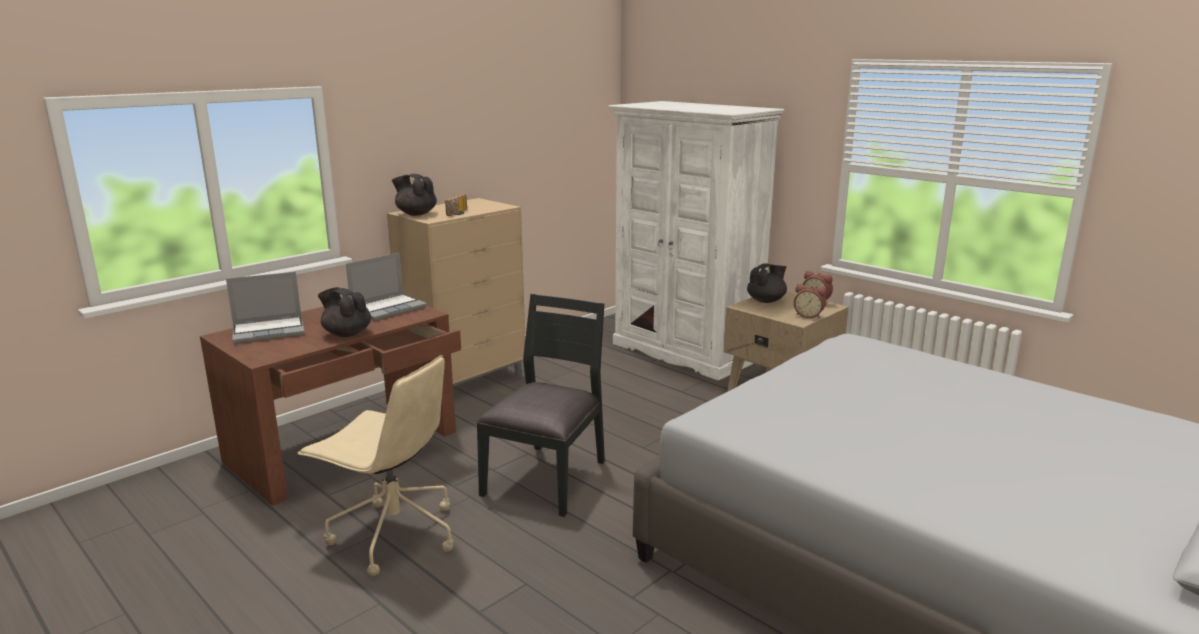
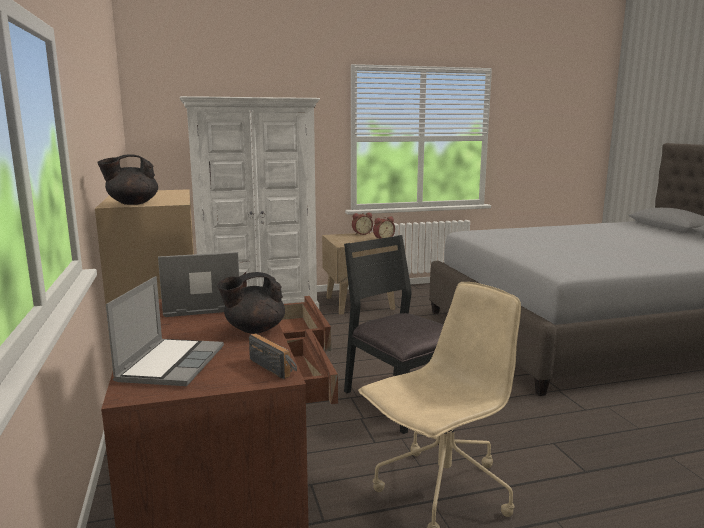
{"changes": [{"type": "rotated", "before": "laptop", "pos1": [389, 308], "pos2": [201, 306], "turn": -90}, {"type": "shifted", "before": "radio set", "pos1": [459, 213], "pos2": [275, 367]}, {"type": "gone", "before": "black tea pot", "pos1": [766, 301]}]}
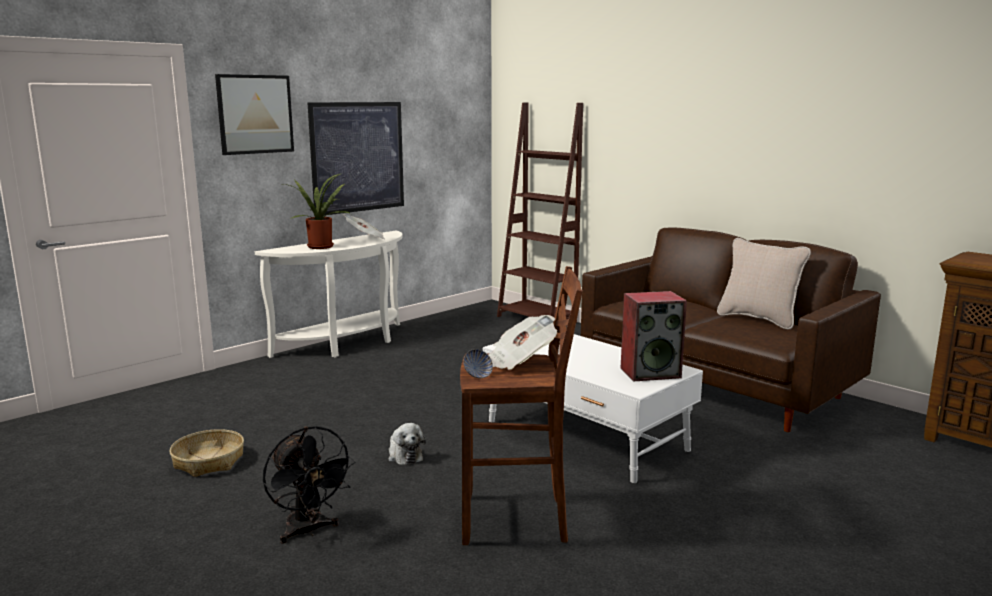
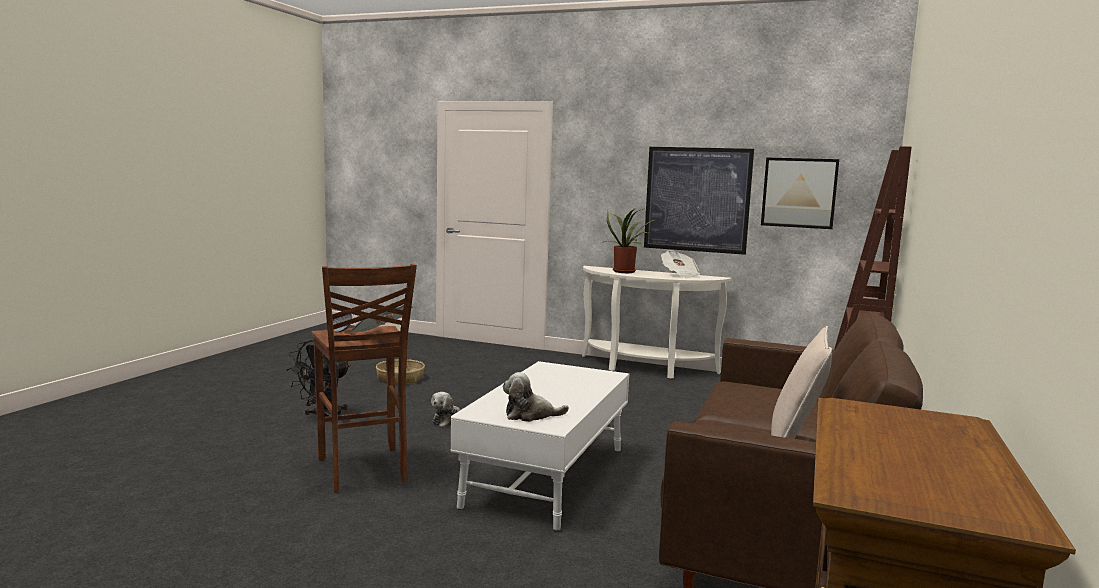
{"changes": [{"type": "swapped", "before": "speaker", "after": "cuddly toy", "pos1": [651, 372], "pos2": [530, 415]}, {"type": "shifted", "before": "wall art", "pos1": [255, 114], "pos2": [799, 193]}]}
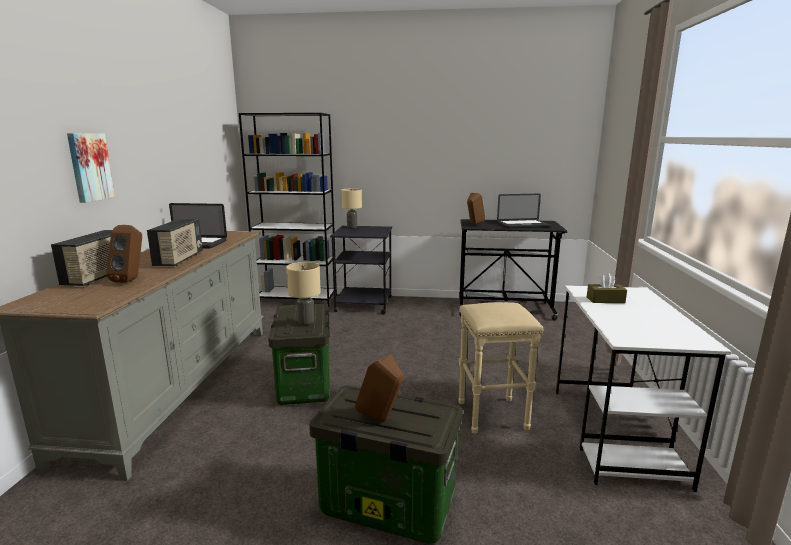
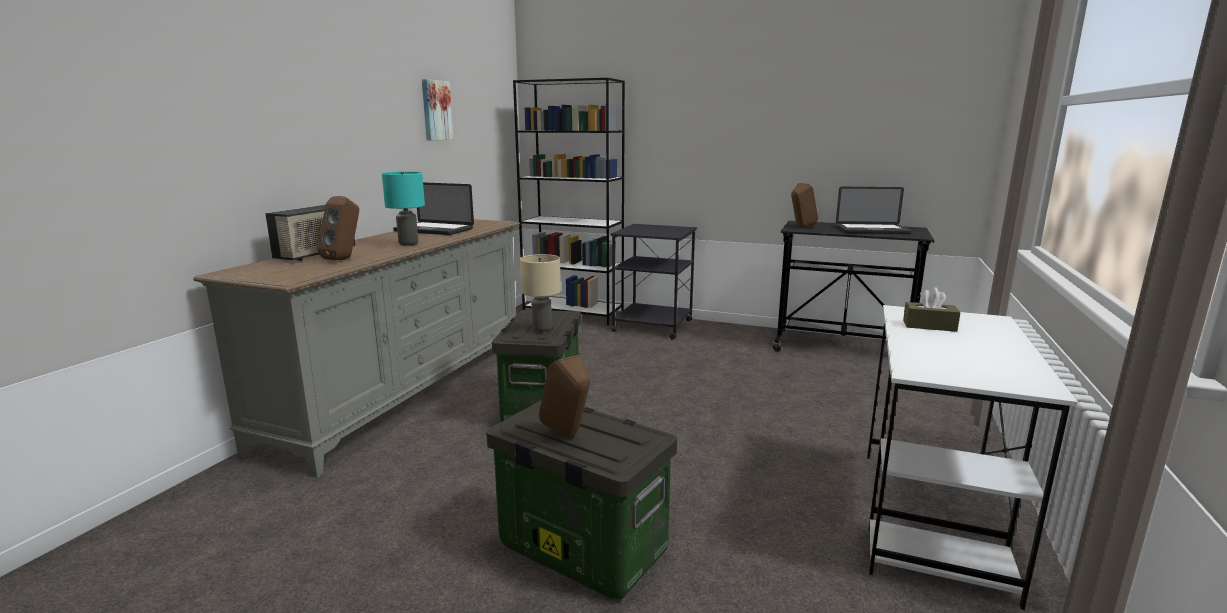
{"changes": [{"type": "swapped", "before": "radio set", "after": "turquoise lamp for a table", "pos1": [179, 260], "pos2": [408, 244]}, {"type": "shifted", "before": "wall art", "pos1": [89, 167], "pos2": [435, 110]}, {"type": "gone", "before": "beige lamp for a table", "pos1": [352, 227]}, {"type": "gone", "before": "beige sitting stool", "pos1": [490, 414]}]}
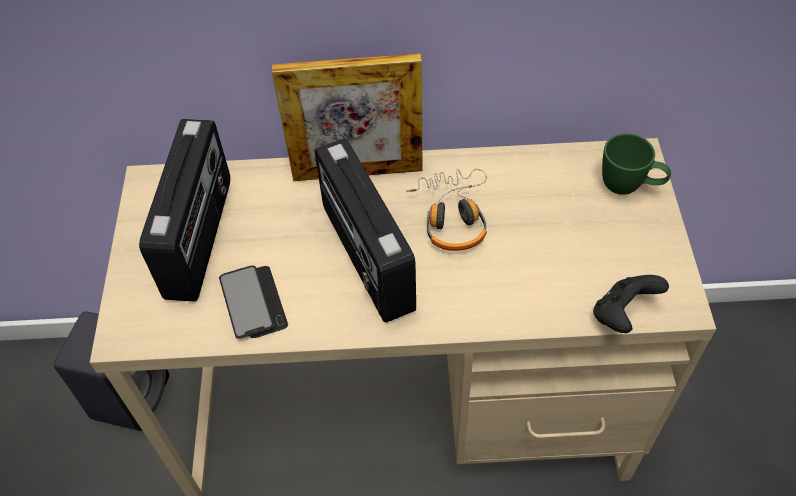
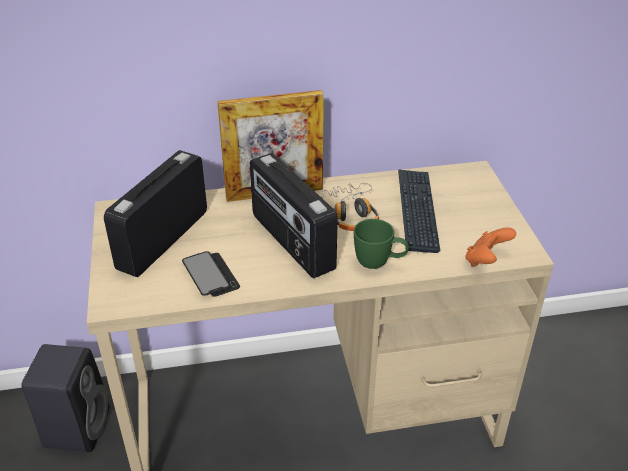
{"changes": [{"type": "rotated", "before": "radio set", "pos1": [201, 237], "pos2": [162, 239], "turn": -150}, {"type": "shifted", "before": "green-coloured tea mug", "pos1": [629, 187], "pos2": [379, 263]}, {"type": "new", "after": "PC keyboard", "pos2": [417, 210]}, {"type": "repainted", "before": "black game controller", "after": "orange game controller", "pos1": [622, 314], "pos2": [486, 260]}]}
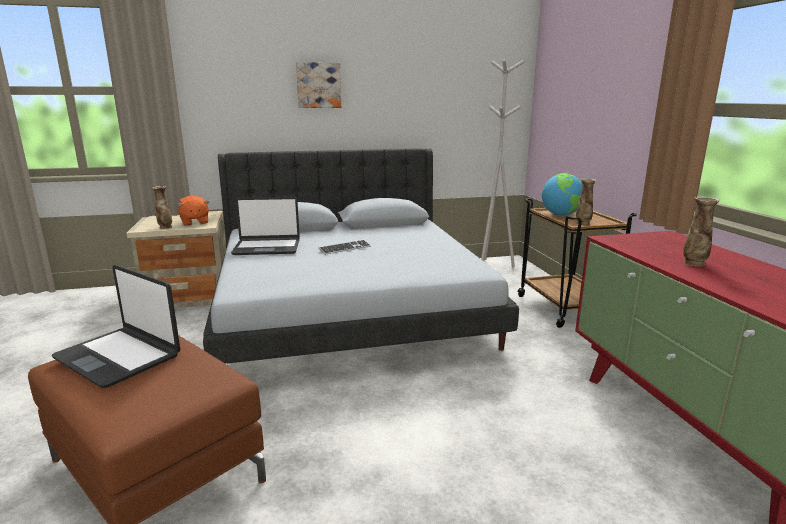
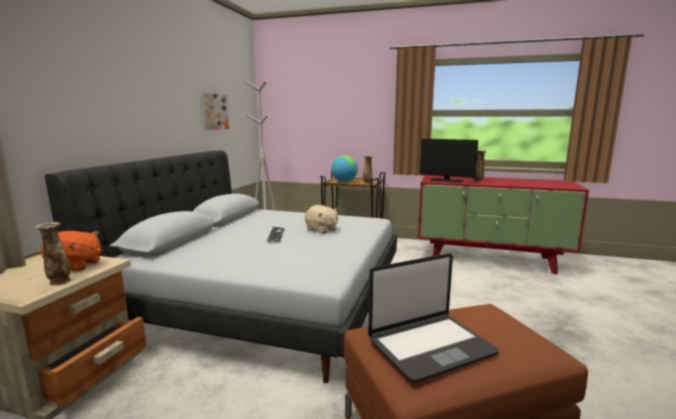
{"changes": [{"type": "shifted", "before": "wall art", "pos1": [318, 85], "pos2": [215, 111]}, {"type": "new", "after": "beige cuddly toy", "pos2": [321, 229]}, {"type": "new", "after": "monitor", "pos2": [446, 180]}, {"type": "gone", "before": "laptop", "pos1": [267, 248]}]}
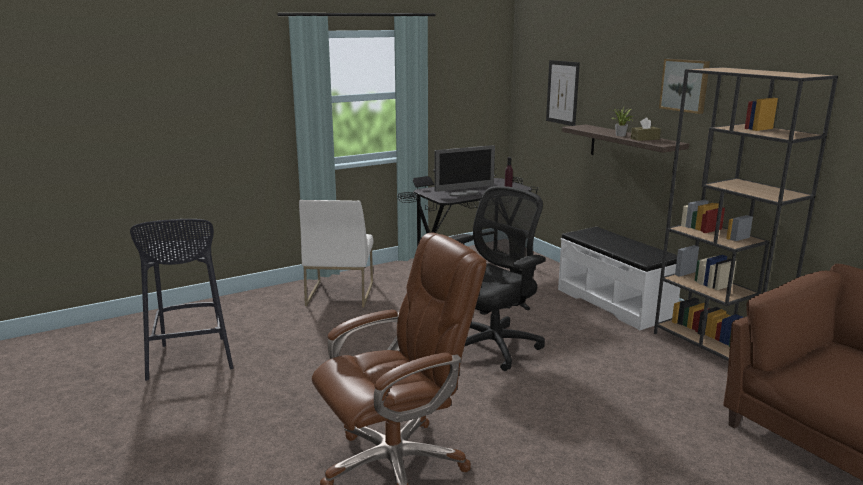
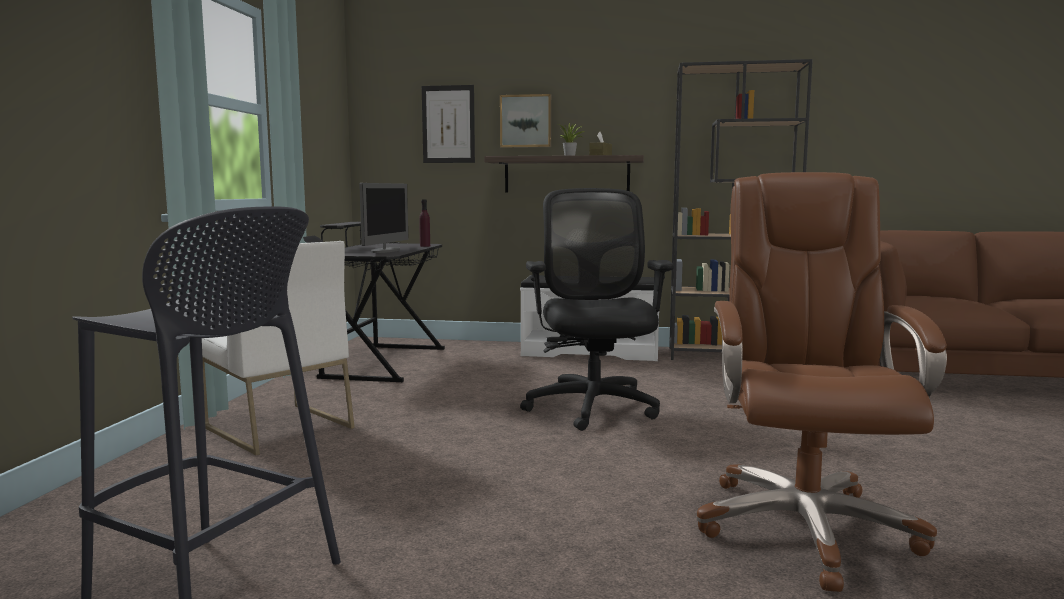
{"changes": [{"type": "shifted", "before": "wall art", "pos1": [685, 85], "pos2": [526, 121]}]}
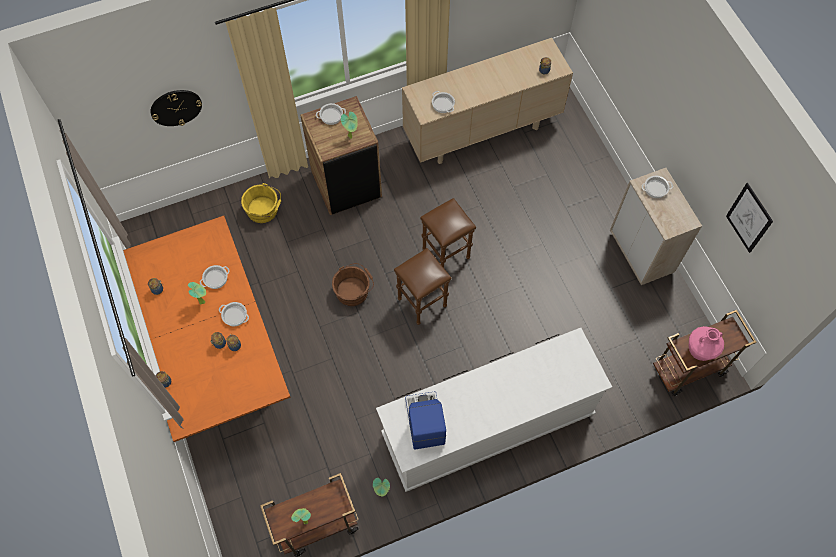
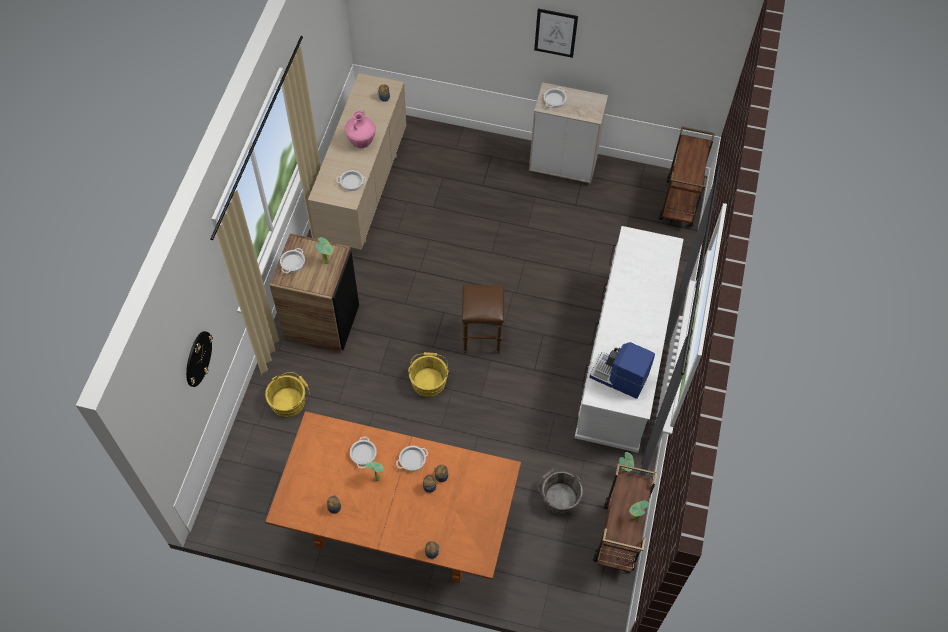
{"changes": [{"type": "shifted", "before": "pink decorative vase", "pos1": [699, 351], "pos2": [361, 142]}, {"type": "repainted", "before": "brown-coloured water bucket", "after": "yellowish water bucket", "pos1": [354, 290], "pos2": [428, 380]}, {"type": "shifted", "before": "wall art", "pos1": [749, 218], "pos2": [555, 33]}, {"type": "new", "after": "grey water bucket", "pos2": [559, 496]}, {"type": "gone", "before": "brown-coloured sitting stool", "pos1": [446, 252]}]}
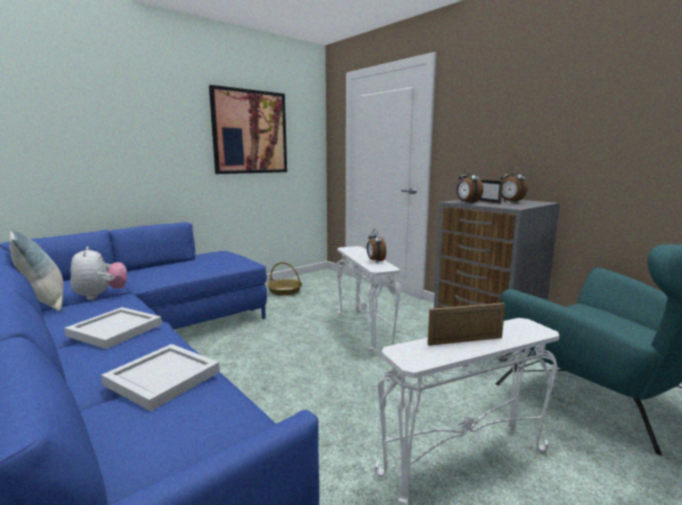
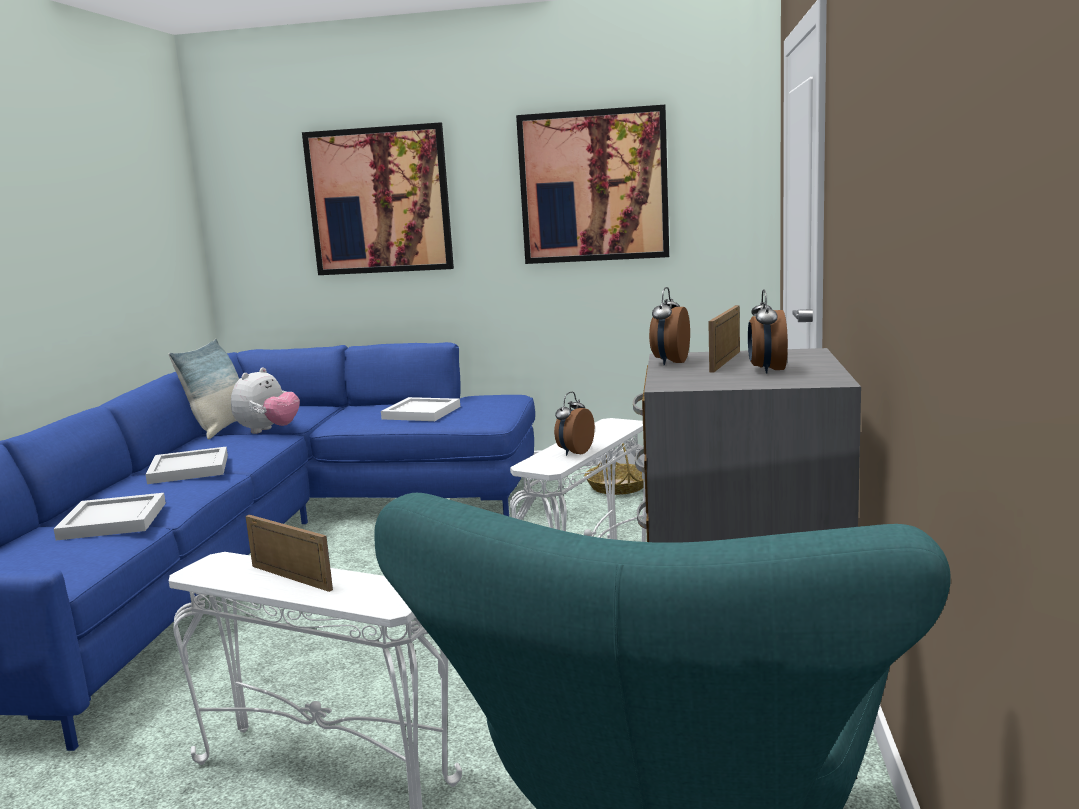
{"changes": [{"type": "new", "after": "wall art", "pos2": [379, 200]}, {"type": "new", "after": "whitish tray", "pos2": [420, 413]}]}
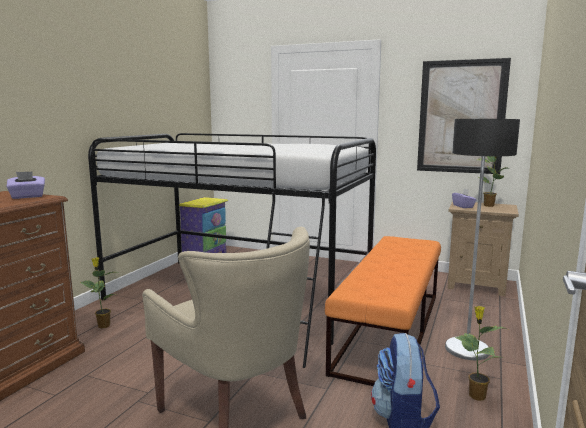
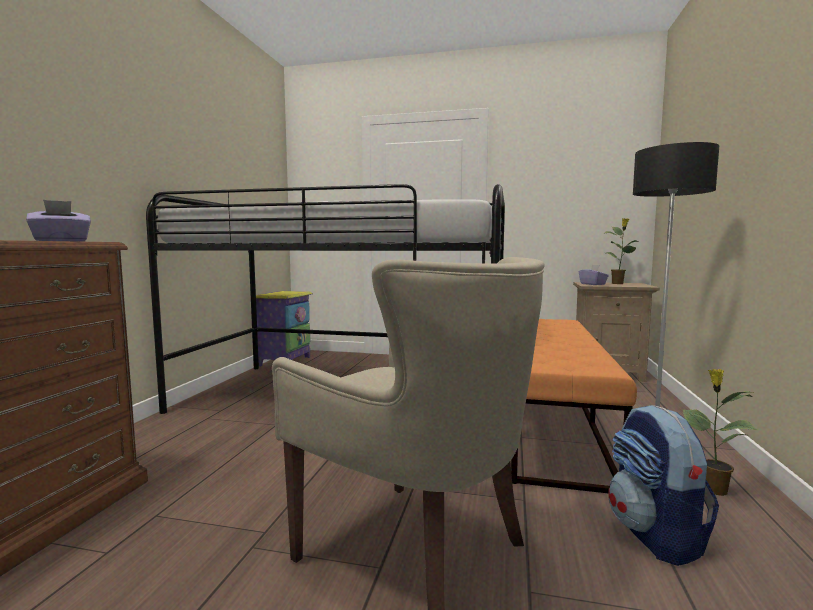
{"changes": [{"type": "gone", "before": "plant in a pot", "pos1": [103, 325]}, {"type": "gone", "before": "wall art", "pos1": [461, 117]}]}
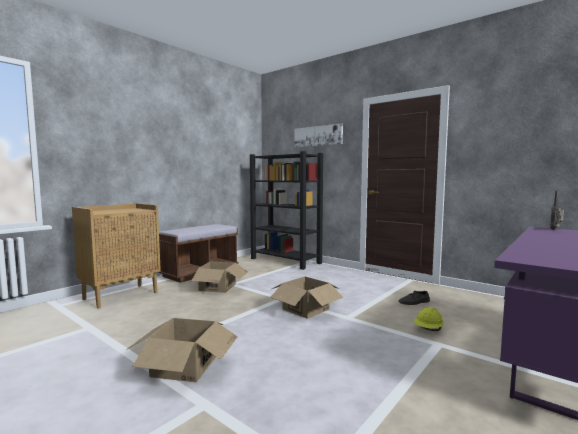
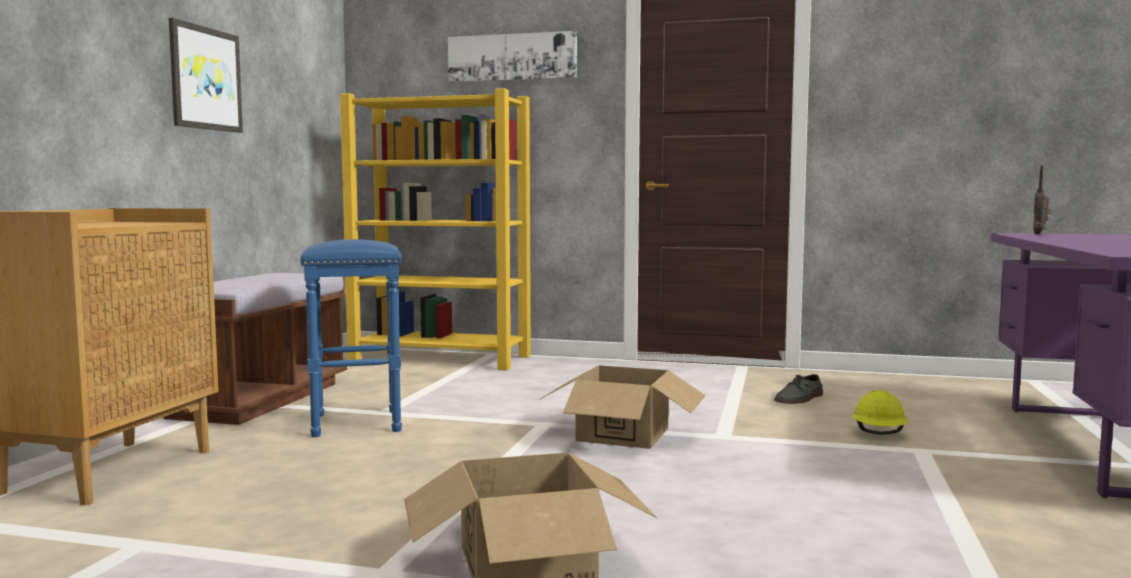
{"changes": [{"type": "new", "after": "wall art", "pos2": [205, 78]}, {"type": "swapped", "before": "carton", "after": "blue sitting stool", "pos1": [217, 287], "pos2": [358, 422]}, {"type": "repainted", "before": "black shelving unit", "after": "yellowish shelving unit", "pos1": [285, 261], "pos2": [441, 358]}]}
